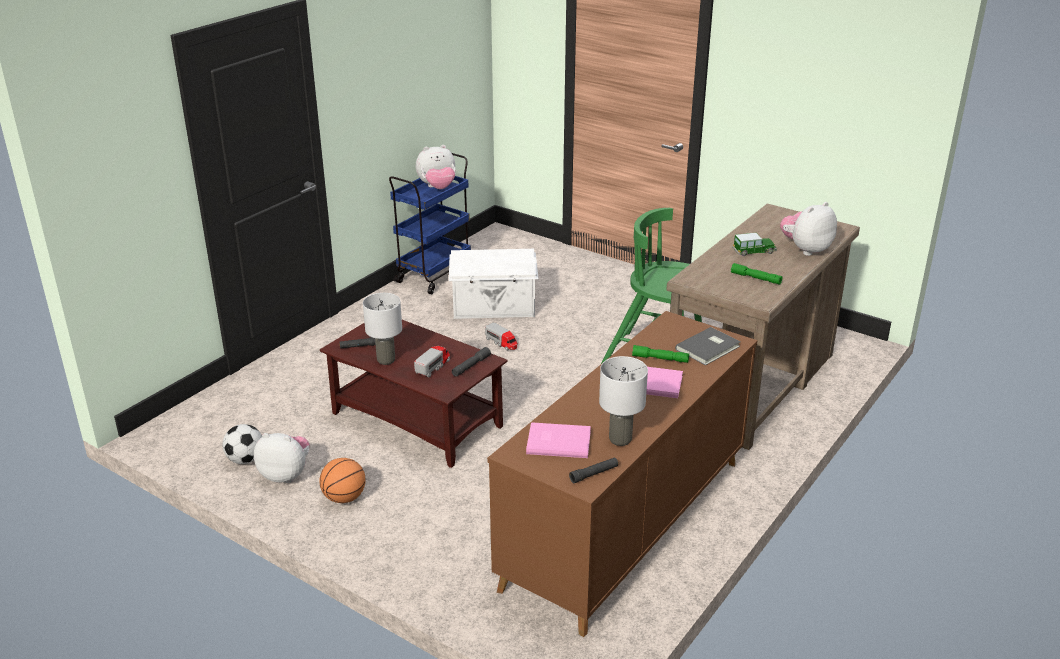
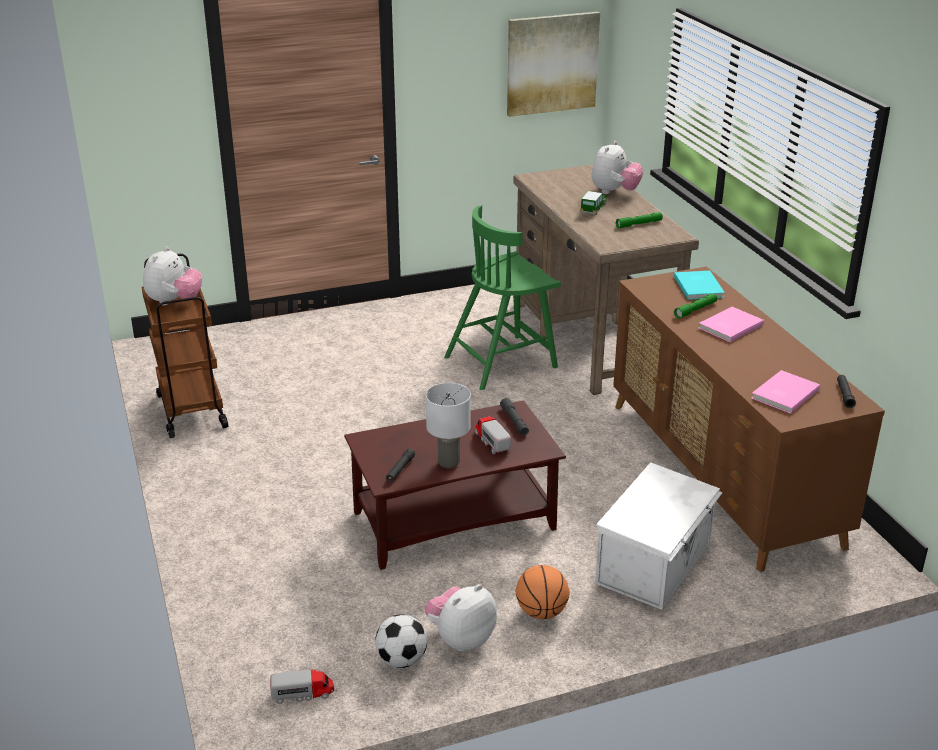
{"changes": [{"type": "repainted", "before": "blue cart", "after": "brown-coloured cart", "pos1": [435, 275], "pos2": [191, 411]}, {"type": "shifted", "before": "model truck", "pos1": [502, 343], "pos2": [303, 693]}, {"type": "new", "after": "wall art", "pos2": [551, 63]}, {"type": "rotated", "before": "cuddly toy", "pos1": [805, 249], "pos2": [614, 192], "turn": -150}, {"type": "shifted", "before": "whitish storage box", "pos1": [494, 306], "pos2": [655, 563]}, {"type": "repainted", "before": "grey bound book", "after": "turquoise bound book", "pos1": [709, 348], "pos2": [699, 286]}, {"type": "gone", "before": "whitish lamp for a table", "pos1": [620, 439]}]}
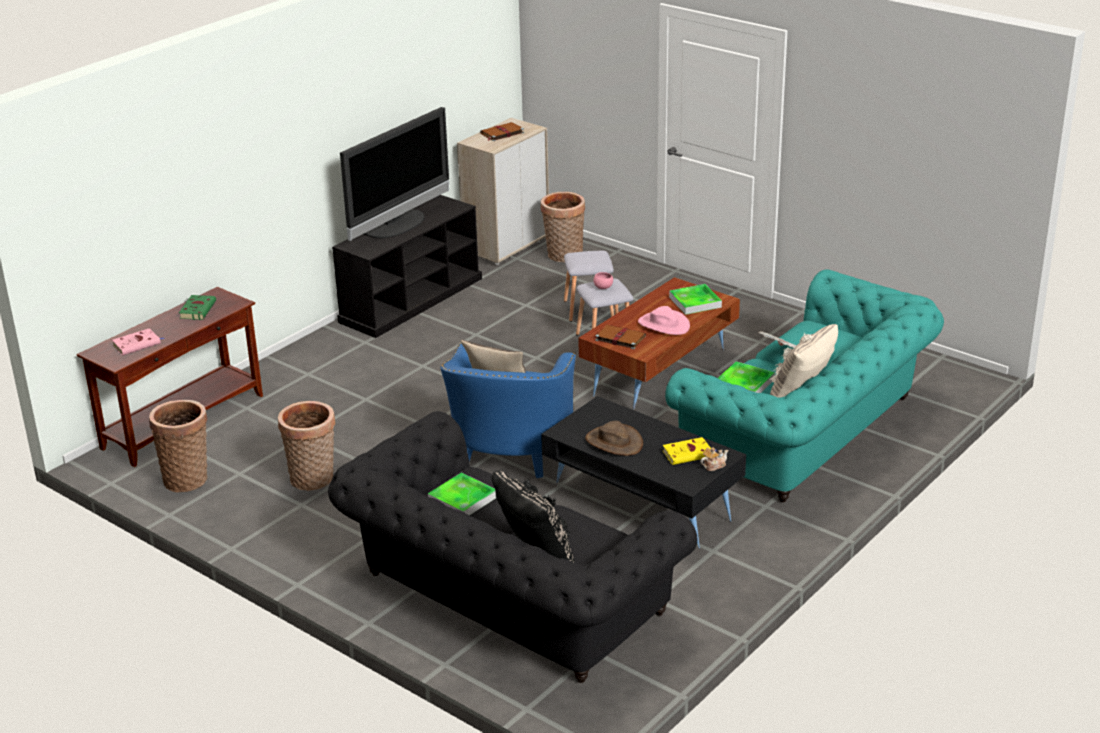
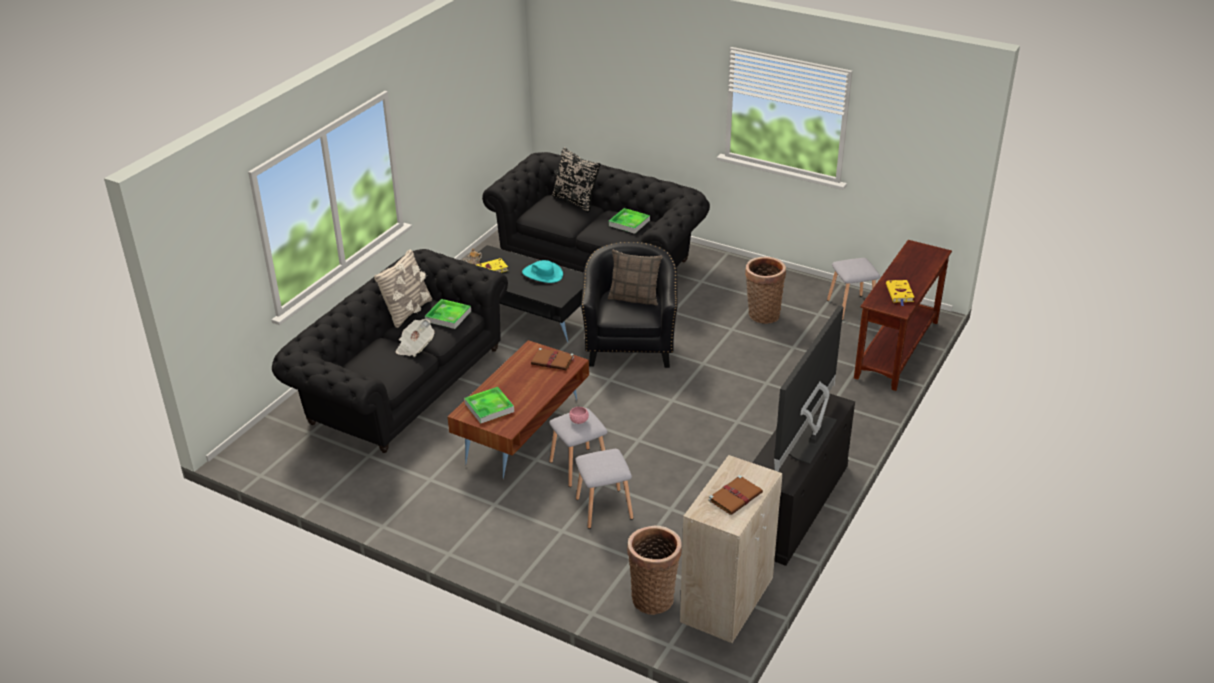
{"changes": [{"type": "repainted", "before": "turquoise settee", "after": "black settee", "pos1": [809, 434], "pos2": [399, 383]}, {"type": "repainted", "before": "brown-coloured hat", "after": "turquoise hat", "pos1": [614, 442], "pos2": [542, 274]}, {"type": "repainted", "before": "blue lounge chair", "after": "black lounge chair", "pos1": [508, 454], "pos2": [630, 345]}, {"type": "swapped", "before": "storage basket", "after": "grey sitting stool", "pos1": [187, 478], "pos2": [852, 307]}, {"type": "repainted", "before": "green-coloured bound book", "after": "yellowish bound book", "pos1": [198, 309], "pos2": [900, 294]}, {"type": "gone", "before": "pink bound book", "pos1": [138, 344]}, {"type": "gone", "before": "pink hat", "pos1": [663, 325]}]}
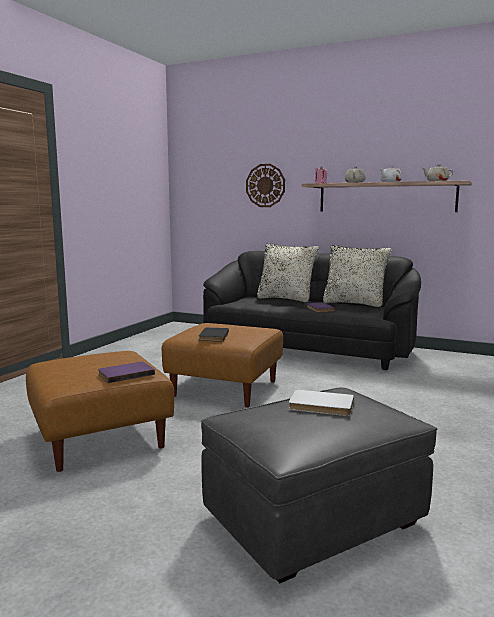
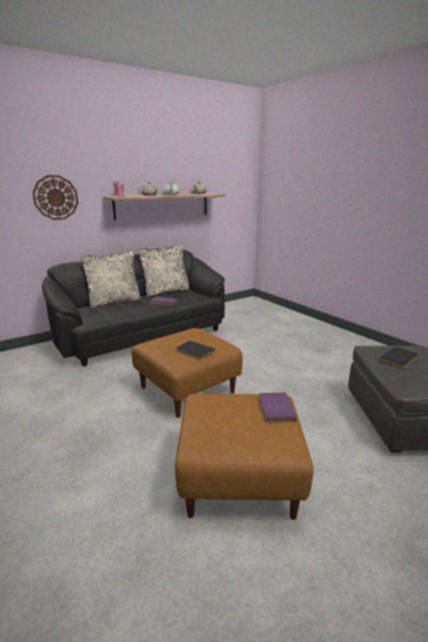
{"changes": [{"type": "repainted", "before": "whitish bound book", "after": "black bound book", "pos1": [321, 406], "pos2": [400, 359]}]}
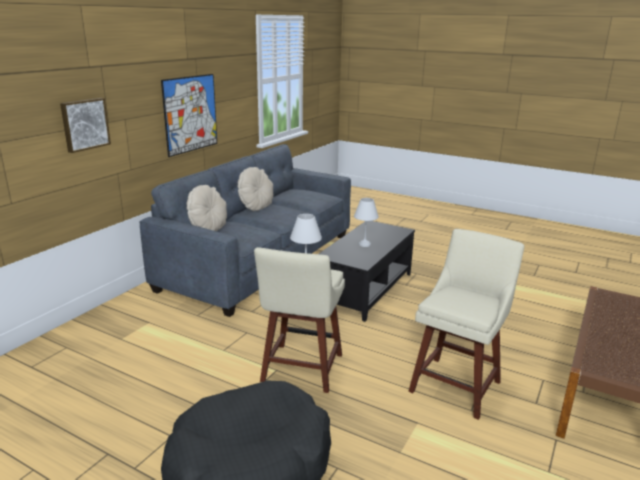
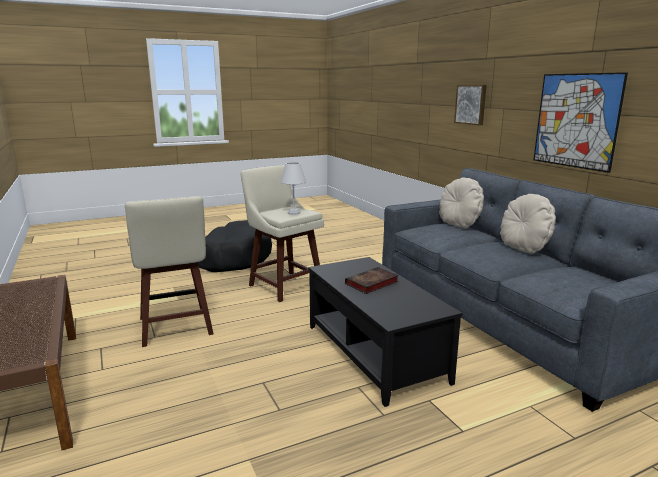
{"changes": [{"type": "swapped", "before": "whitish lamp for a table", "after": "bound book", "pos1": [365, 244], "pos2": [371, 283]}]}
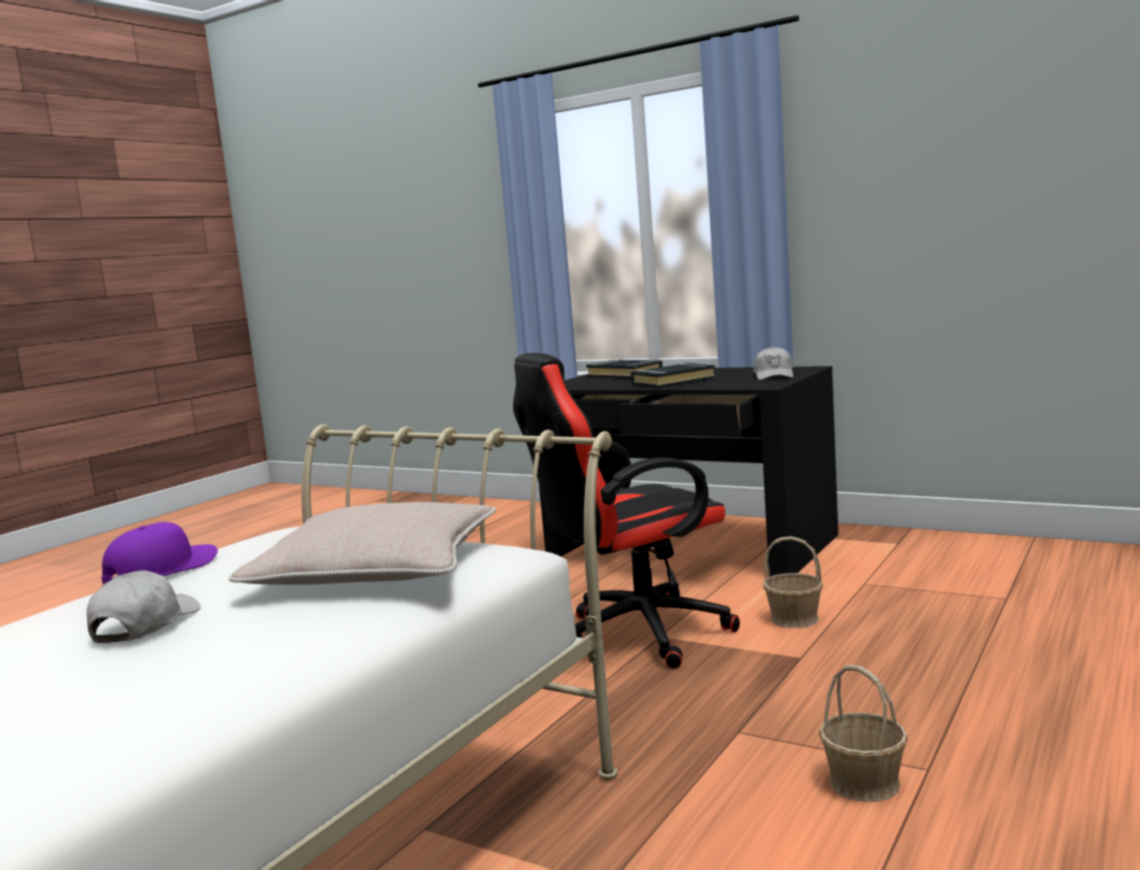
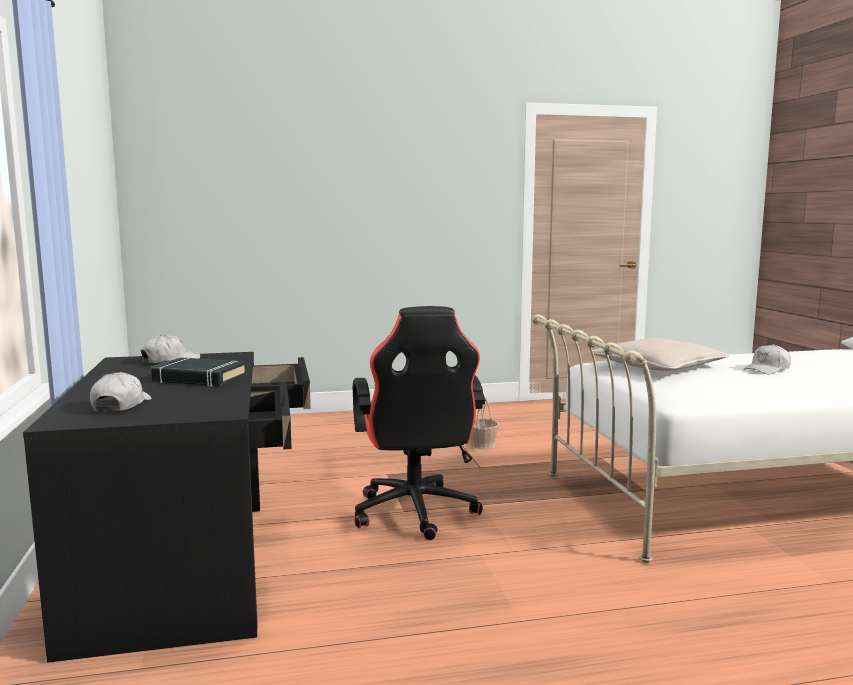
{"changes": [{"type": "swapped", "before": "black bound book", "after": "whitish peaked cap", "pos1": [625, 375], "pos2": [121, 405]}, {"type": "rotated", "before": "black office chair", "pos1": [633, 637], "pos2": [415, 517], "turn": 60}, {"type": "gone", "before": "purple-coloured peaked cap", "pos1": [162, 570]}, {"type": "gone", "before": "storage basket", "pos1": [794, 619]}]}
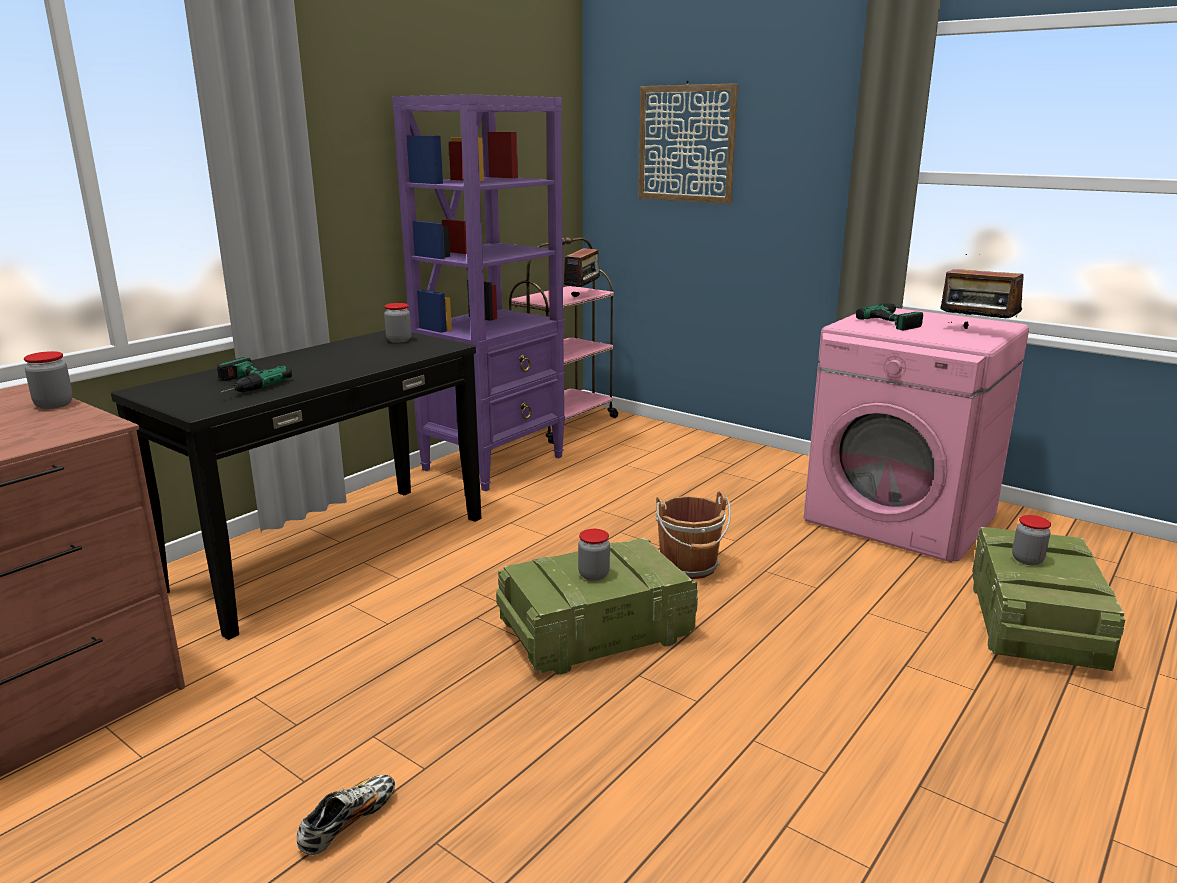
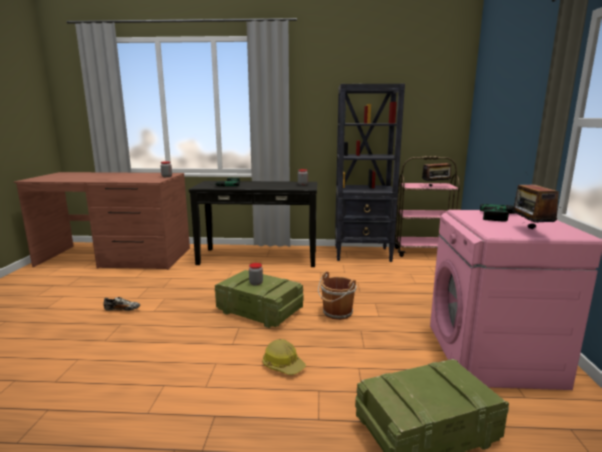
{"changes": [{"type": "new", "after": "hard hat", "pos2": [283, 365]}, {"type": "repainted", "before": "purple-coloured shelving unit", "after": "black shelving unit", "pos1": [494, 463], "pos2": [363, 254]}, {"type": "gone", "before": "wall art", "pos1": [686, 142]}, {"type": "gone", "before": "storage jar", "pos1": [1027, 560]}]}
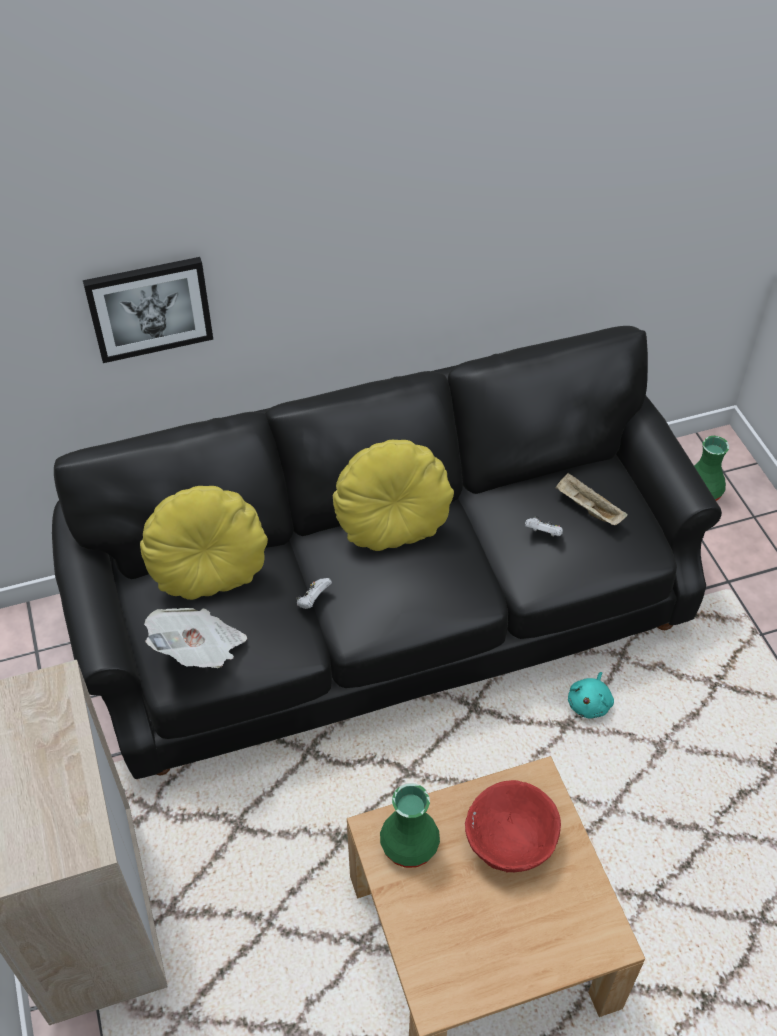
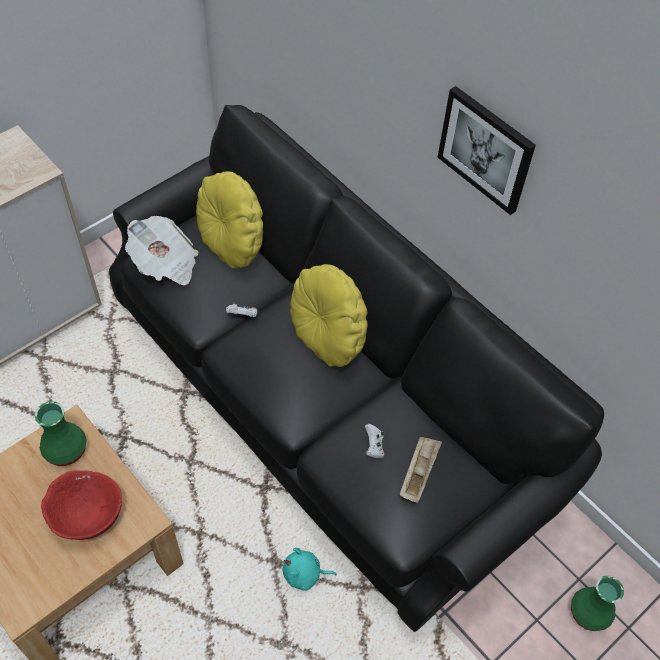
{"changes": [{"type": "shifted", "before": "wall art", "pos1": [149, 308], "pos2": [486, 149]}]}
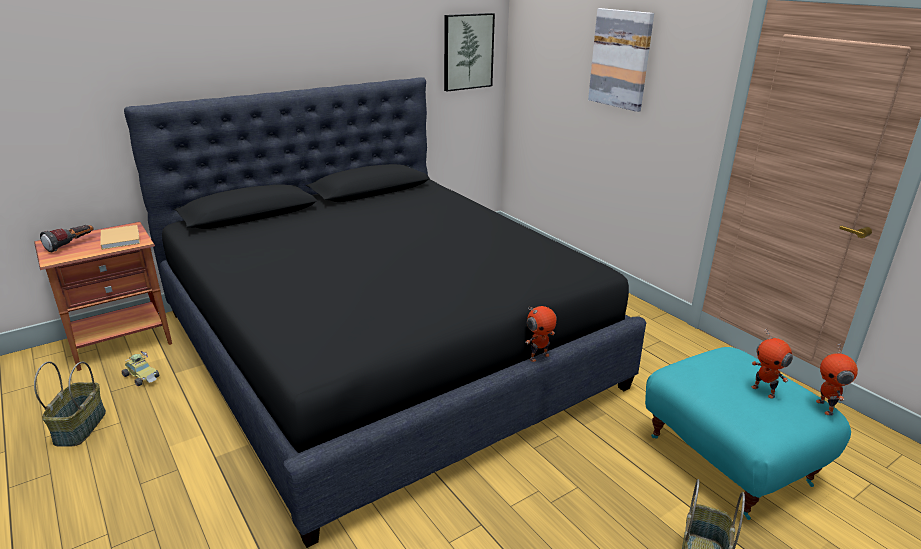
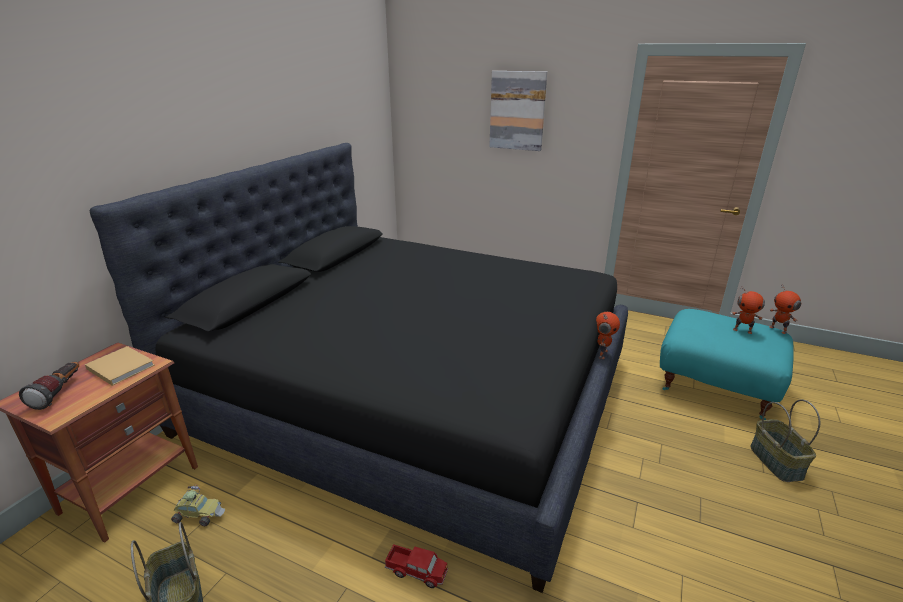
{"changes": [{"type": "new", "after": "model truck", "pos2": [416, 571]}, {"type": "gone", "before": "wall art", "pos1": [468, 52]}]}
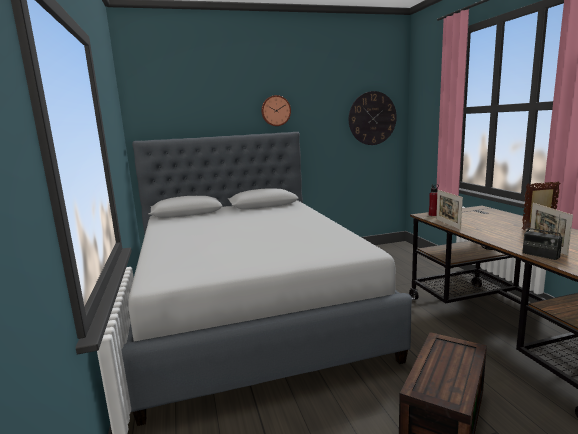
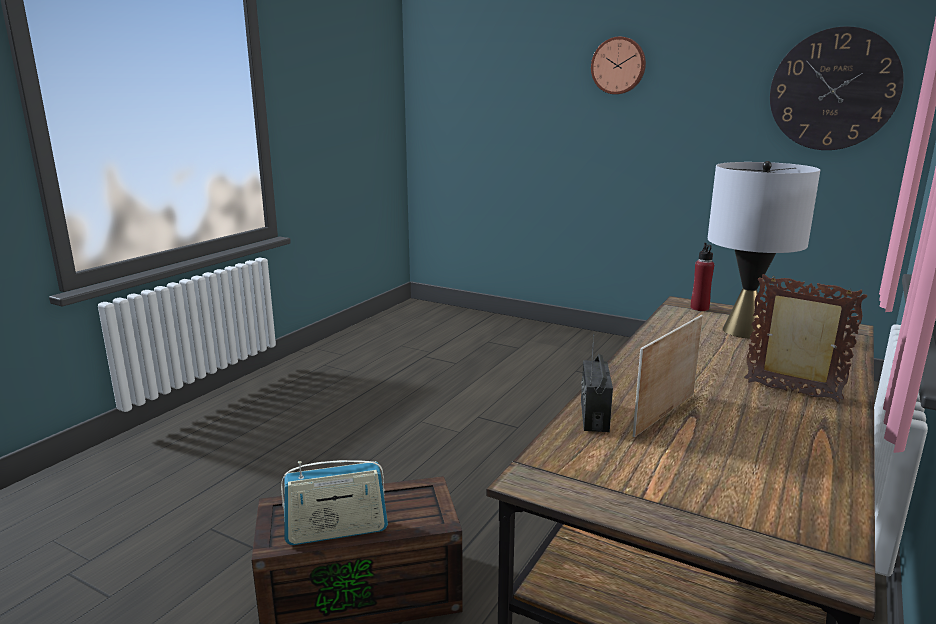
{"changes": [{"type": "new", "after": "radio set", "pos2": [336, 531]}, {"type": "new", "after": "grey lamp for a table", "pos2": [744, 331]}, {"type": "gone", "before": "grey bed", "pos1": [250, 310]}, {"type": "gone", "before": "photo frame", "pos1": [447, 224]}]}
